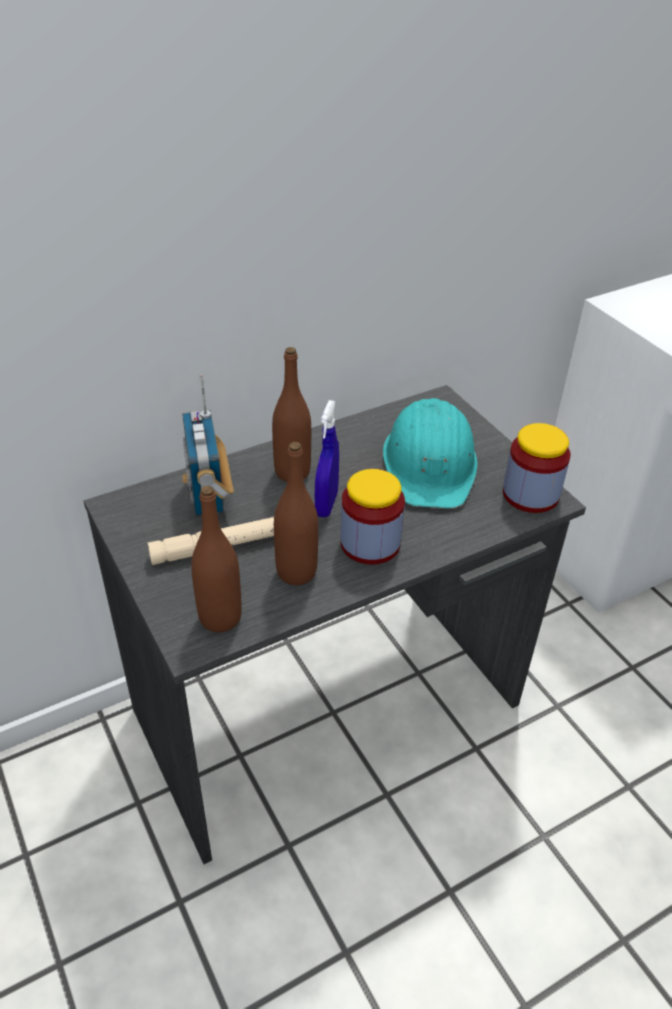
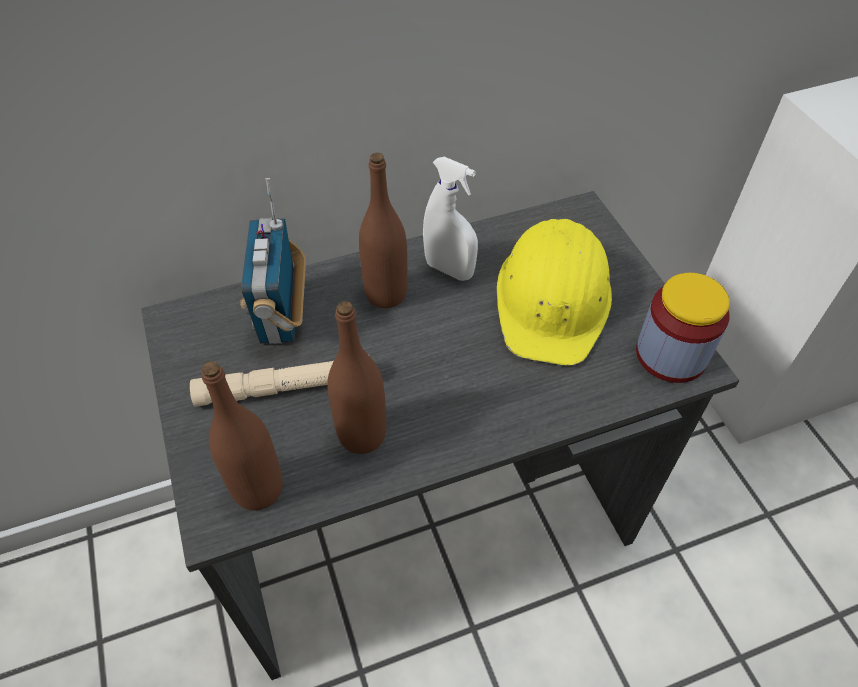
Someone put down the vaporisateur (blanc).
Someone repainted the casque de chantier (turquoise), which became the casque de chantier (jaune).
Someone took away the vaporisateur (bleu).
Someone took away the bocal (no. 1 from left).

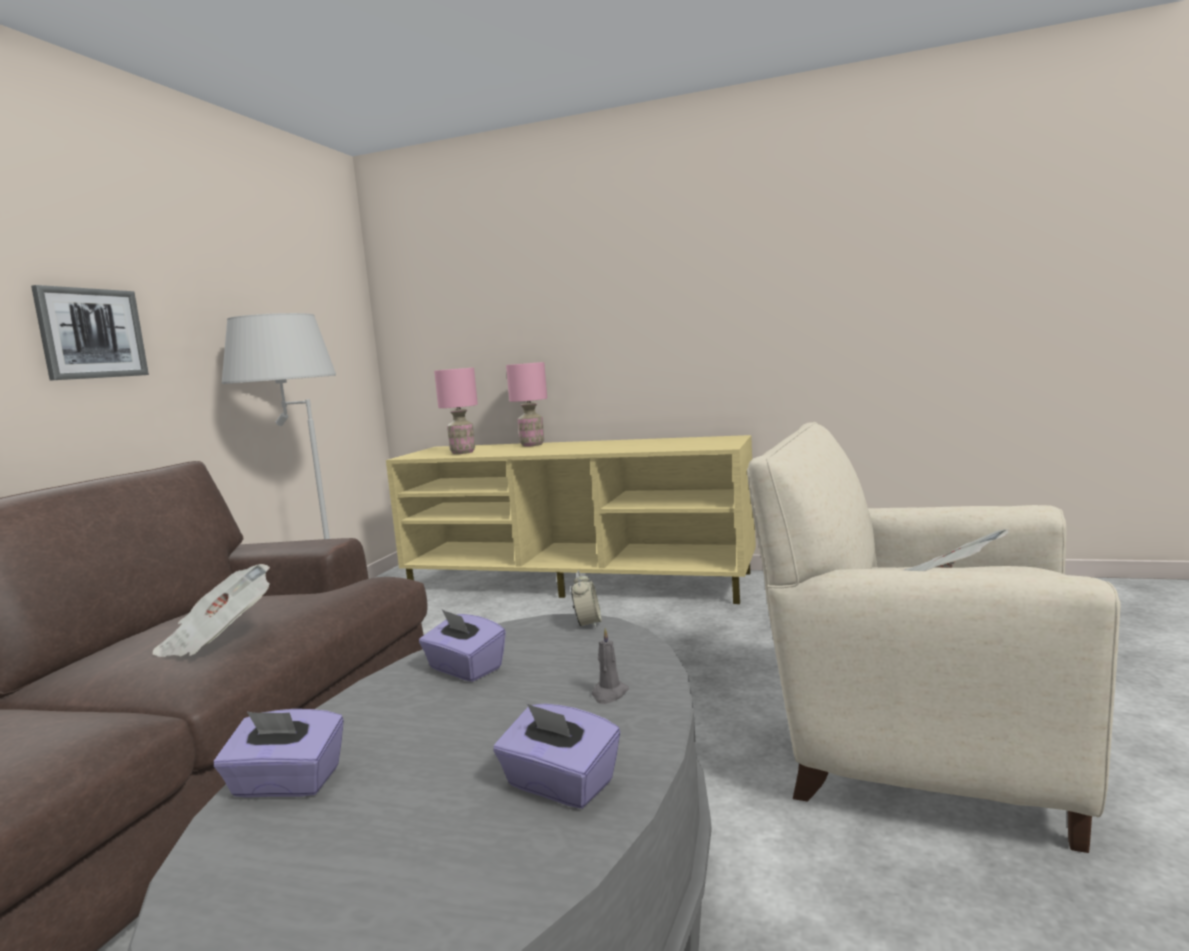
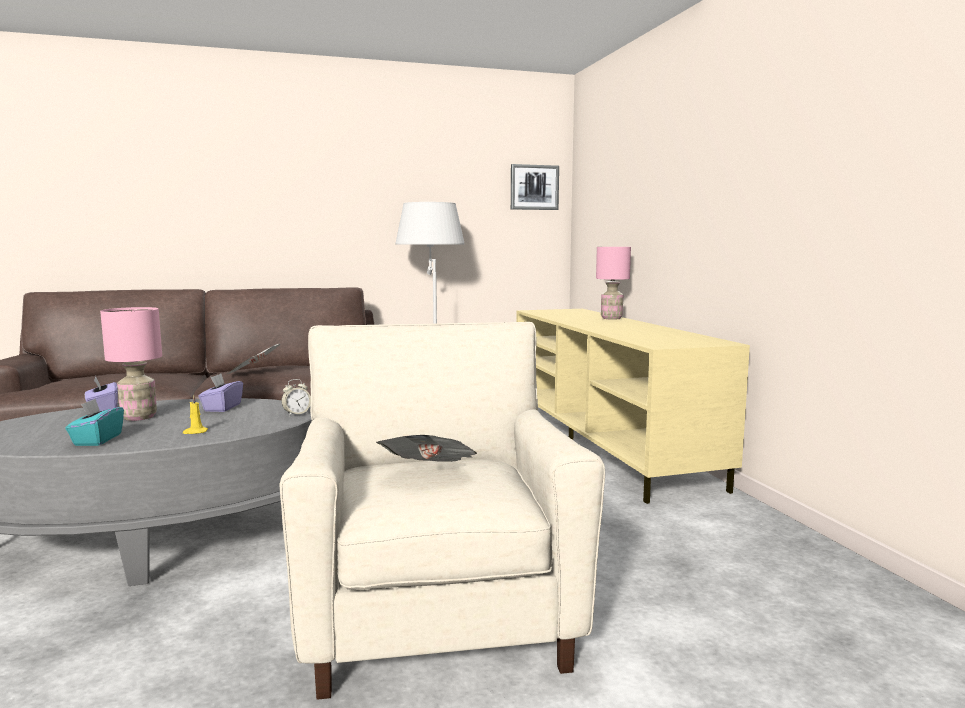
Someone repainted the boîte à mouchoirs (violet) (no. 3 from left), which became the boîte à mouchoirs (turquoise).
Someone carried the lampe de table (rose) (no. 1 from left).
Someone repainted the bougie (gris), which became the bougie (jaune).
Someone carried the tableau.

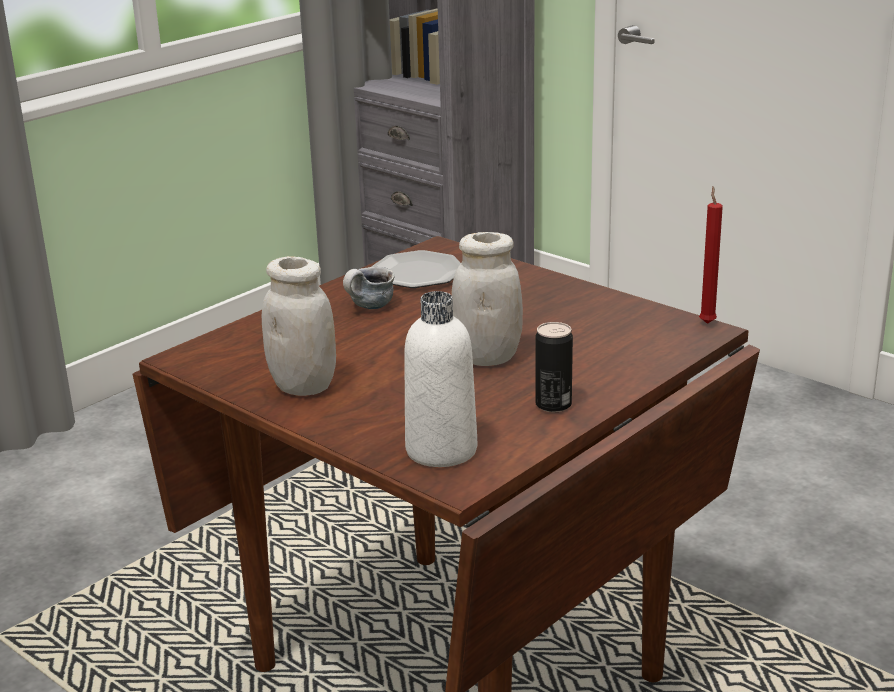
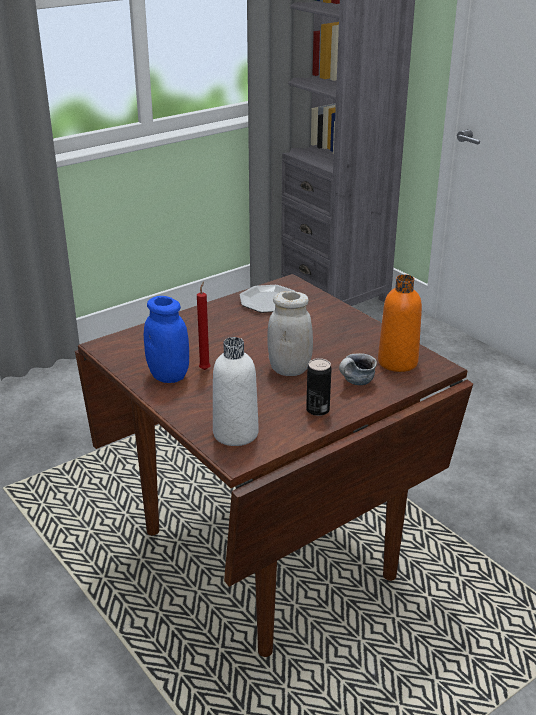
Someone repainted the bocal (blanc) (no. 1 from left), which became the bocal (bleu).
Someone carried the bougie (rouge).
Someone carried the mug.
Someone put down the bouteille (orange).

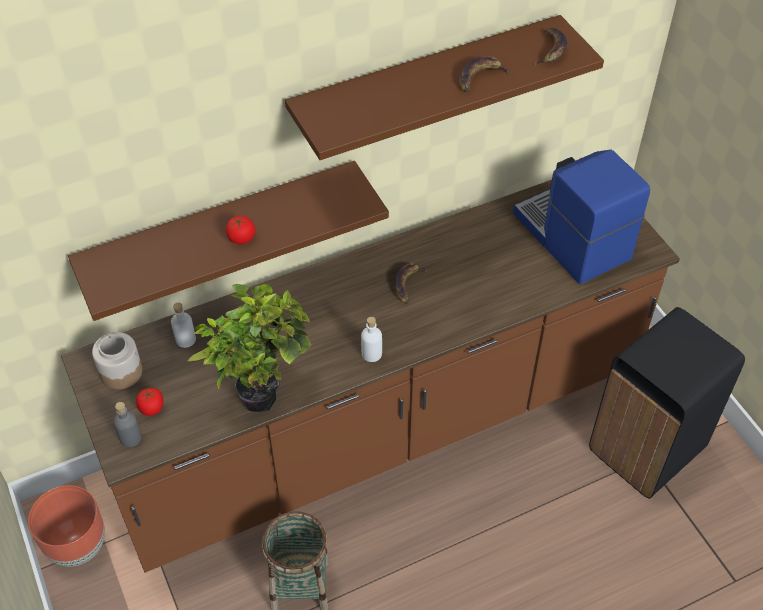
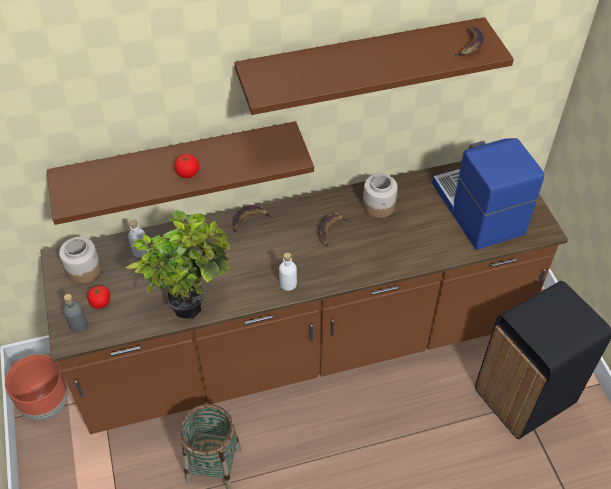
Someone carried the banane (no. 2 from left in the first image).
Someone put down the bocal (no. 2 from left).

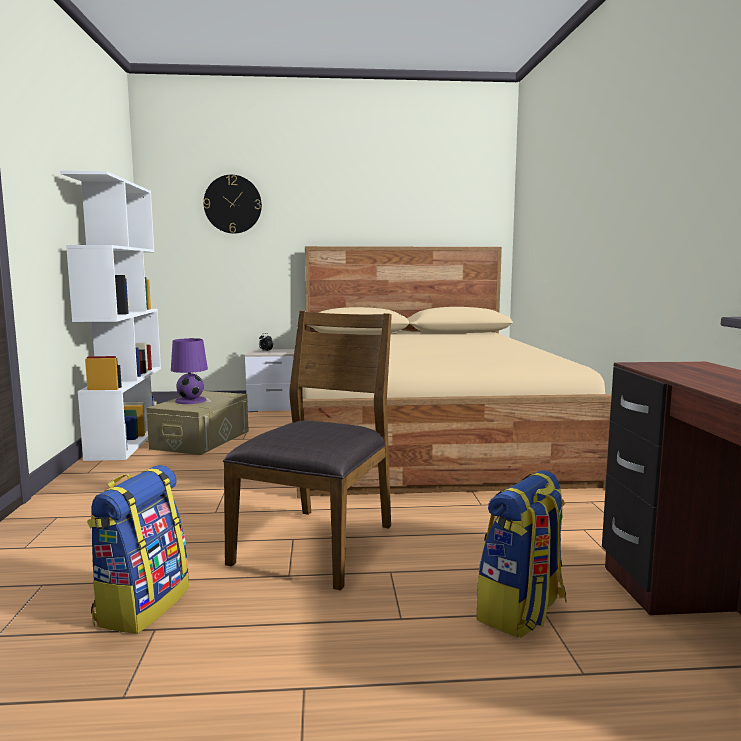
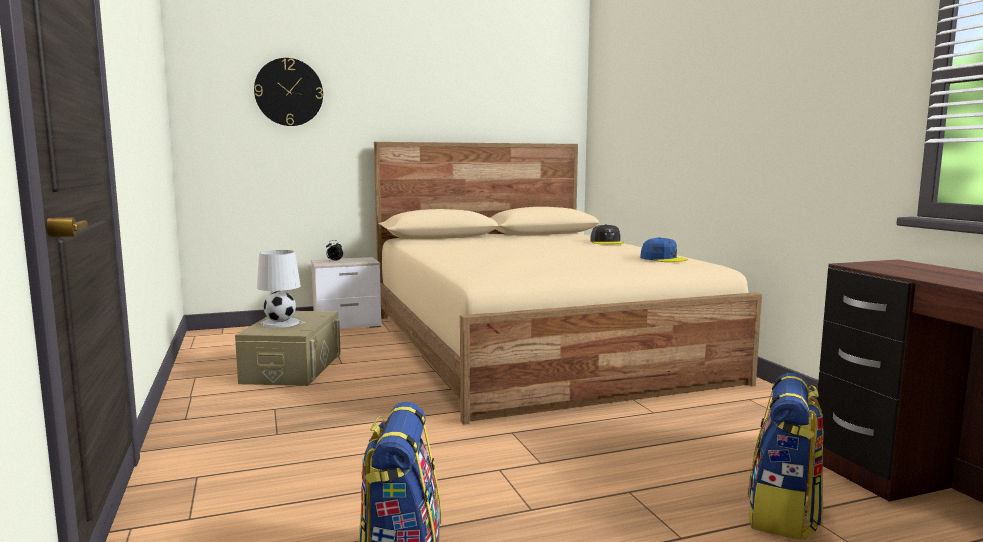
Someone repainted the lampe de table (violet), which became the lampe de table (blanc).
Someone put down the casquette (gris).
Someone put down the casquette (bleu).
Someone took away the bibliothèque (blanc).
Someone took away the chaise (marron).

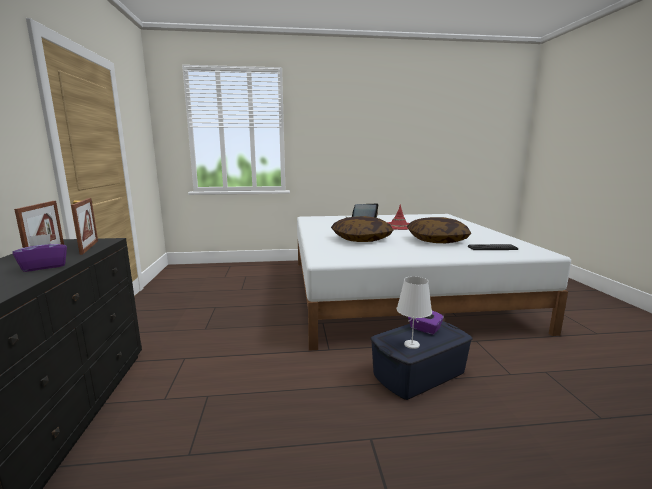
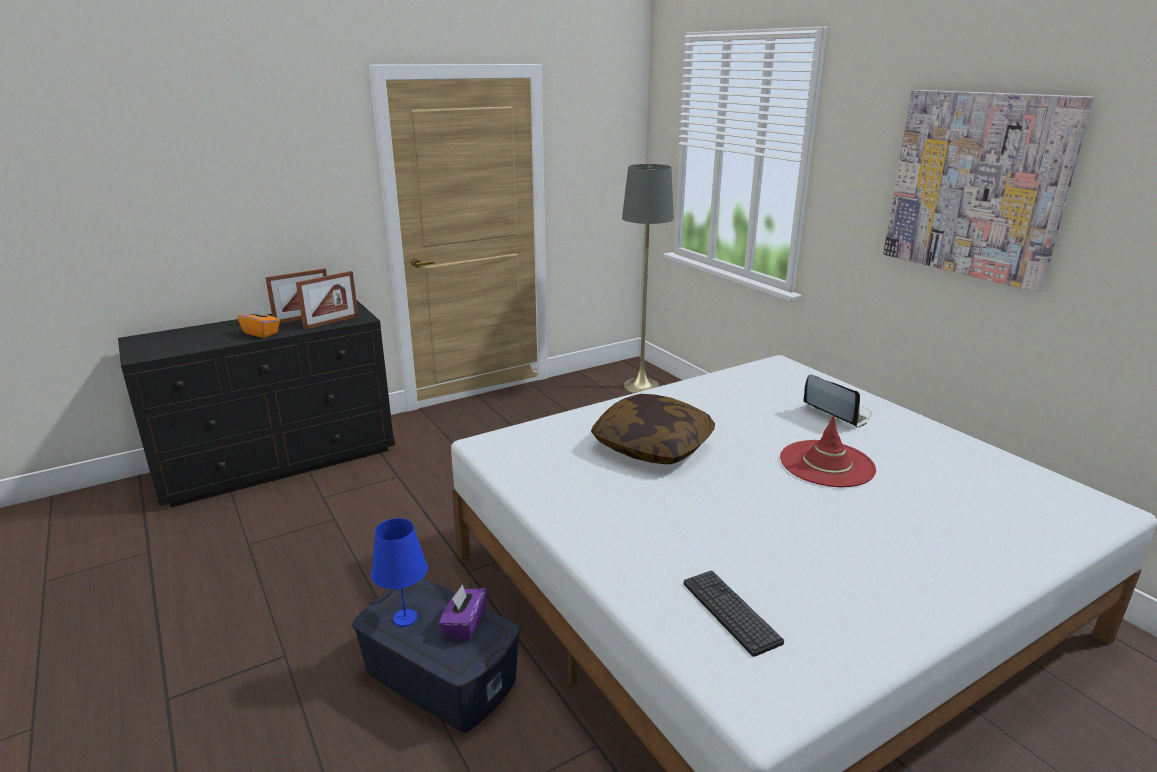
Someone repainted the boîte à mouchoirs (violet) (no. 1 from left), which became the boîte à mouchoirs (orange).
Someone repainted the lampe de table (blanc), which became the lampe de table (bleu).
Someone put down the lampadaire (gris).
Someone put up the tableau.
Someone took away the coussin (no. 2 from left).

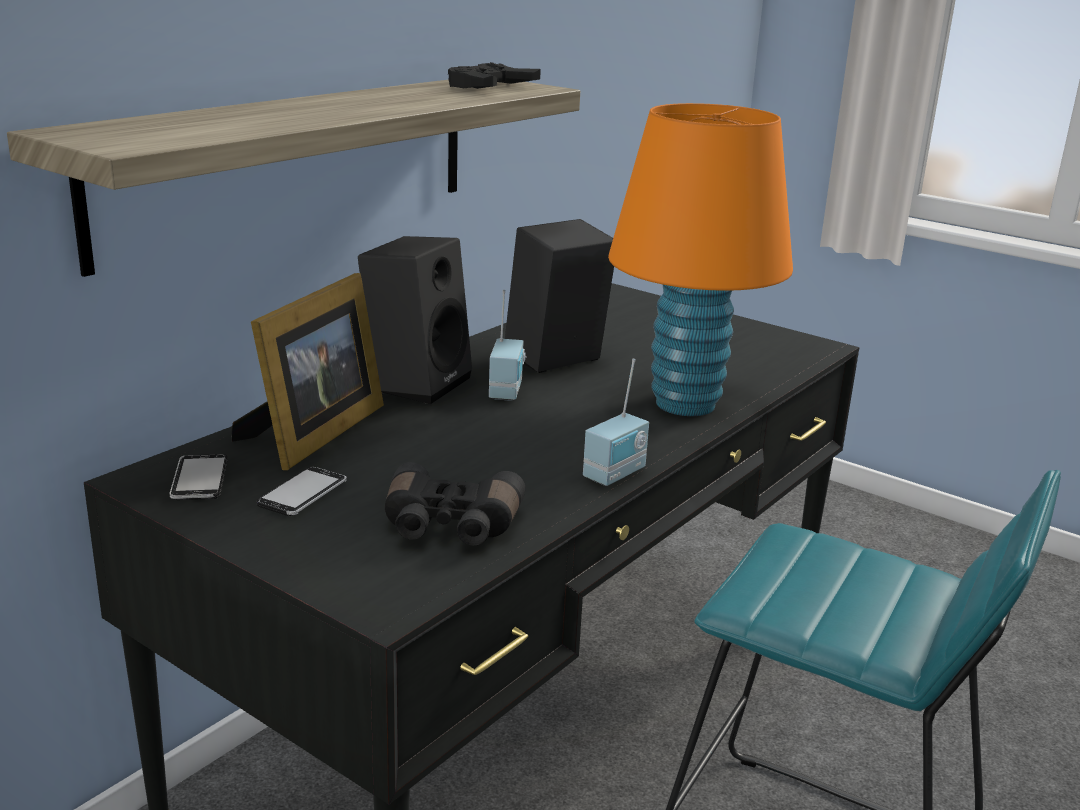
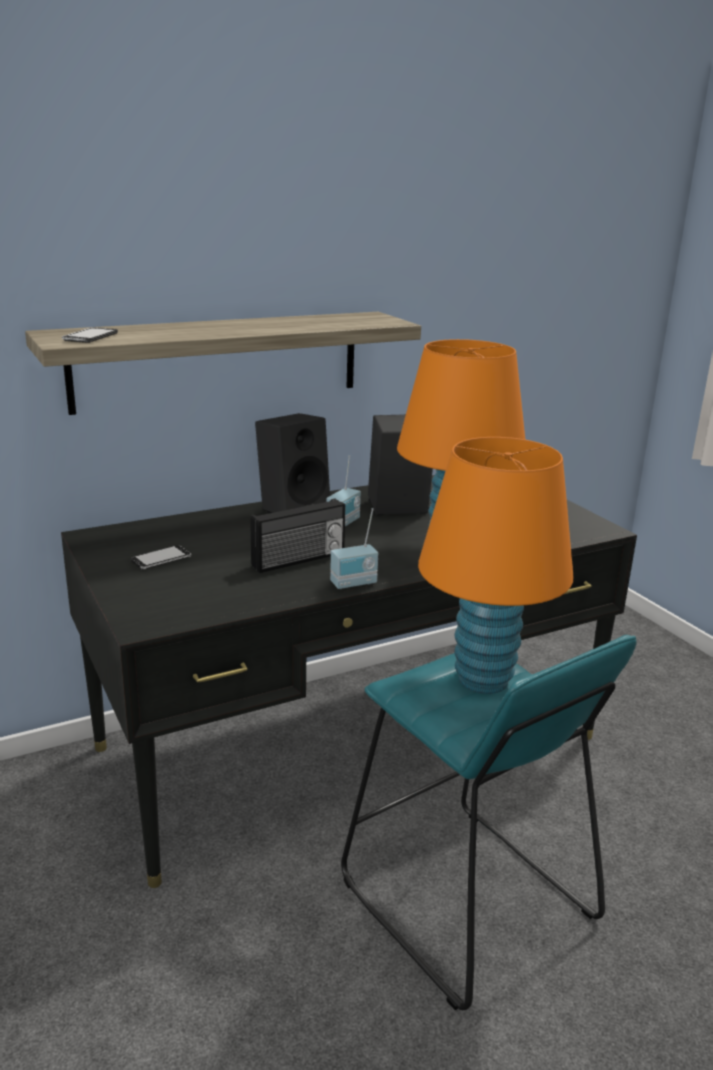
Someone carried the téléphone (no. 1 from left).
Someone put down the radio (no. 1 from left).
Someone put down the lampe de table (orange) (no. 2 from left).
Someone took away the cadre photo.
Someone took away the jumelles (noir).
Someone took away the manette (noir).

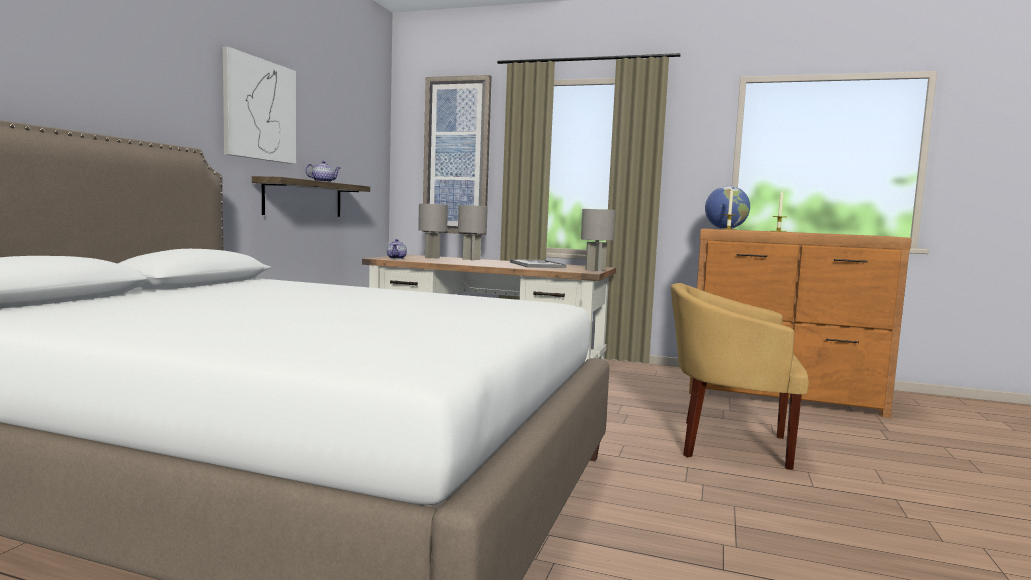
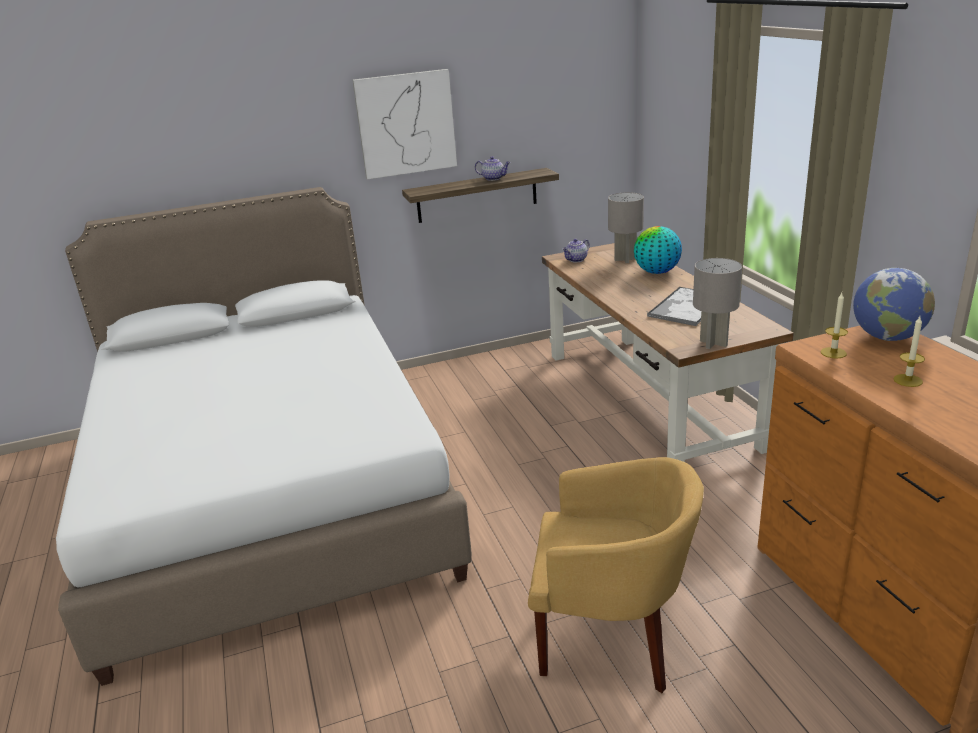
Someone rotated the fauteuil (jaune) by 120 degrees clockwise.
Someone swapped the lampe de table (gris) (no. 2 from left) for the globe (no. 1 from left).
Someone took away the tableau (no. 2 from left).

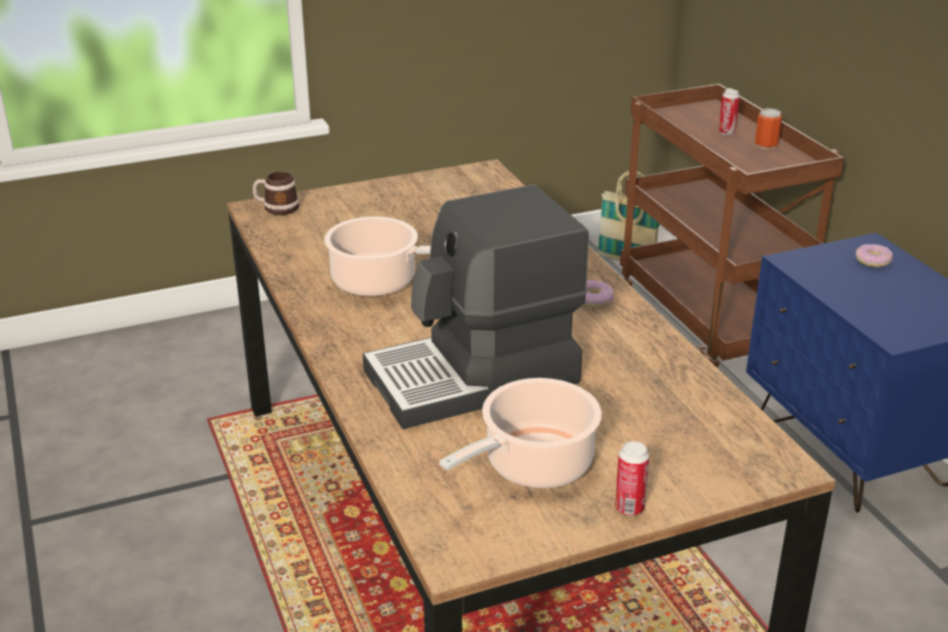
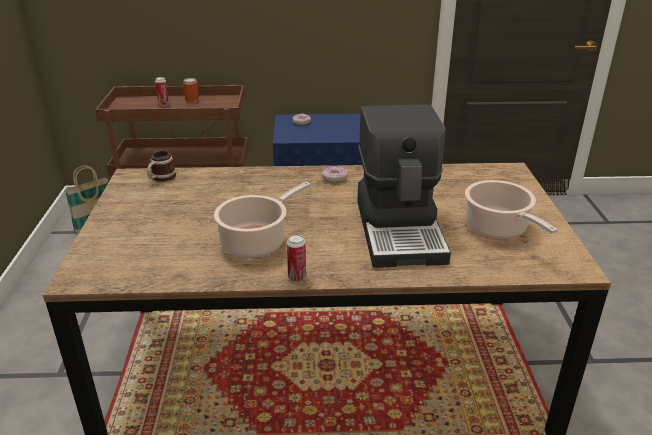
Someone carried the mug.
Someone carried the boîte métallique (no. 1 from left in the first image).

